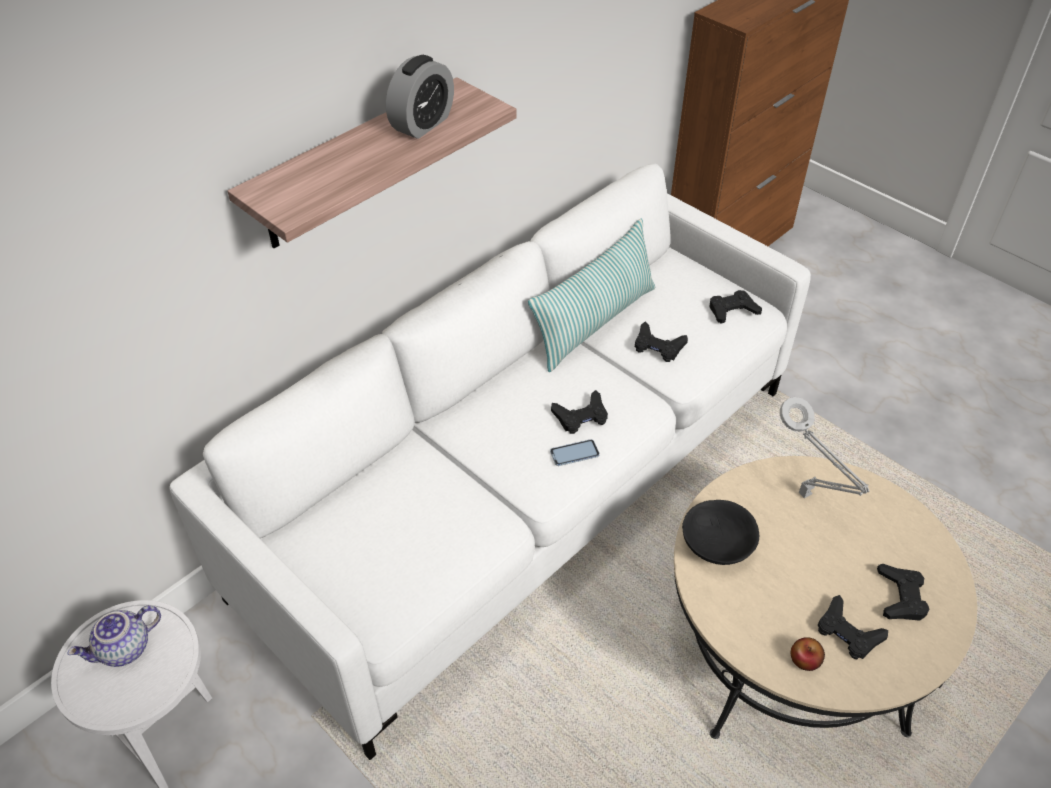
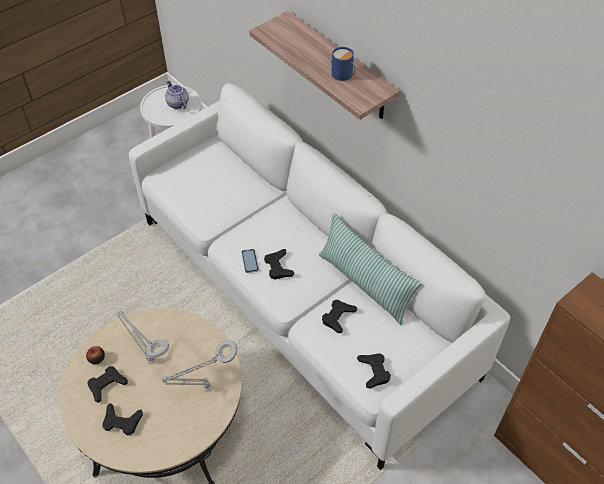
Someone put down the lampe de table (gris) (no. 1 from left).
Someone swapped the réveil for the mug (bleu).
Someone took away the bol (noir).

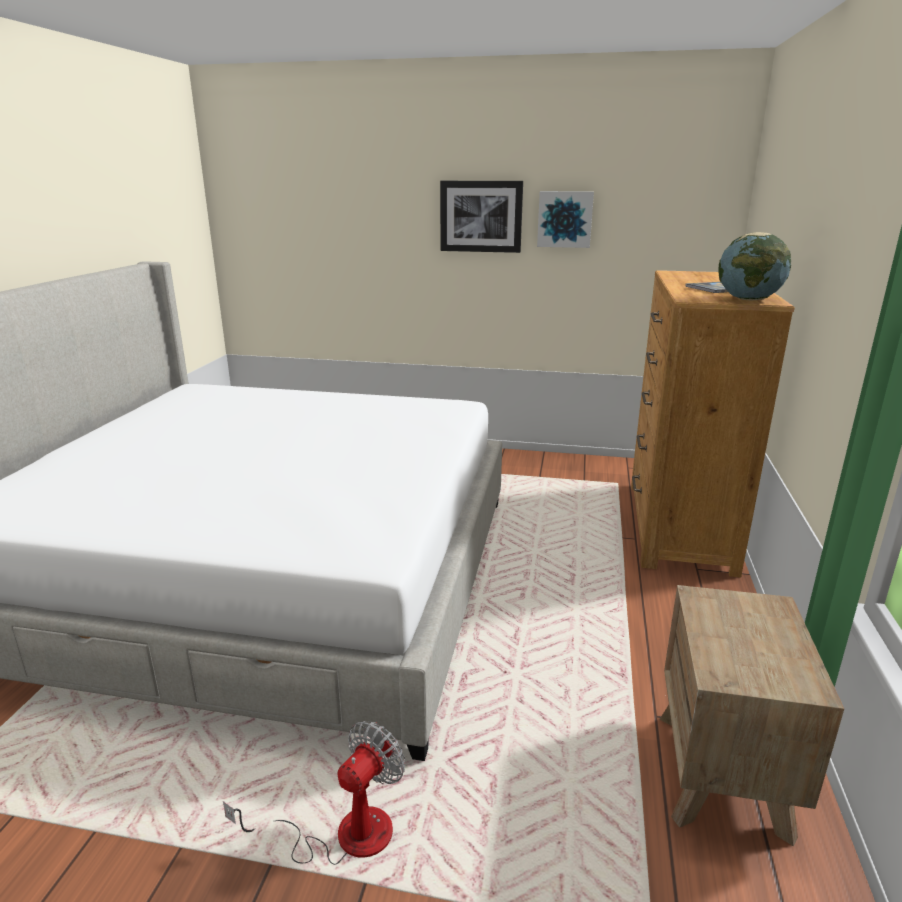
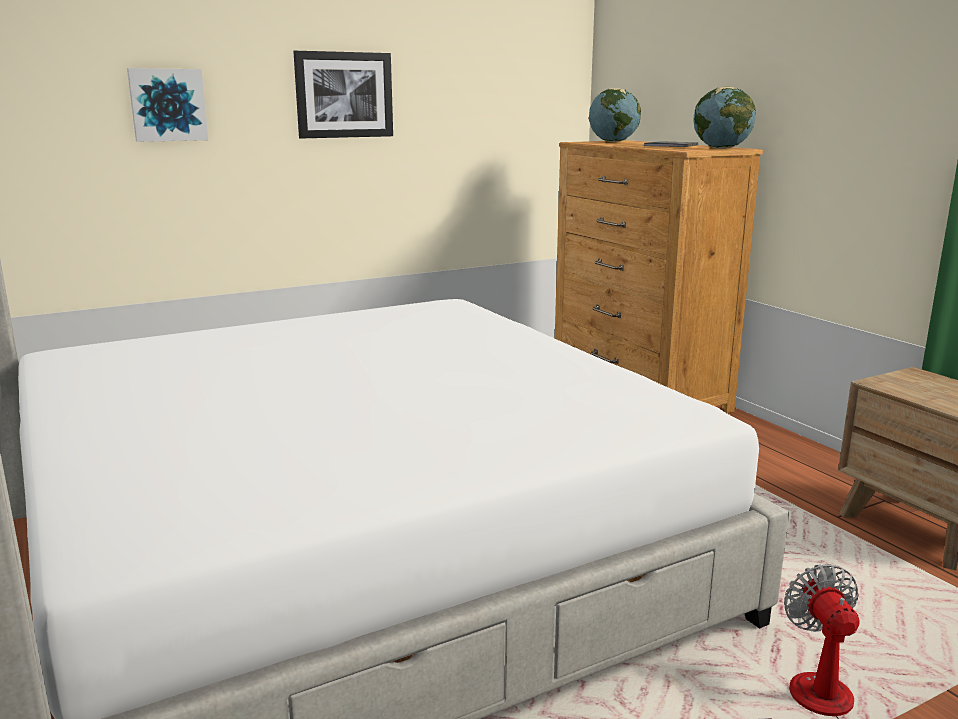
Someone carried the tableau (no. 2 from left in the first image).
Someone put down the globe (no. 1 from left).

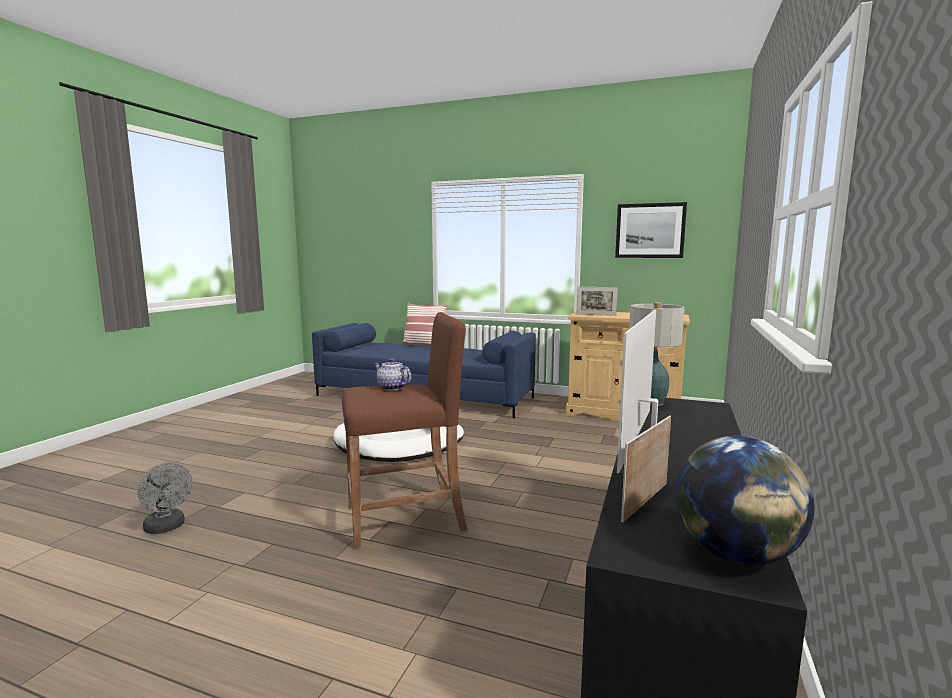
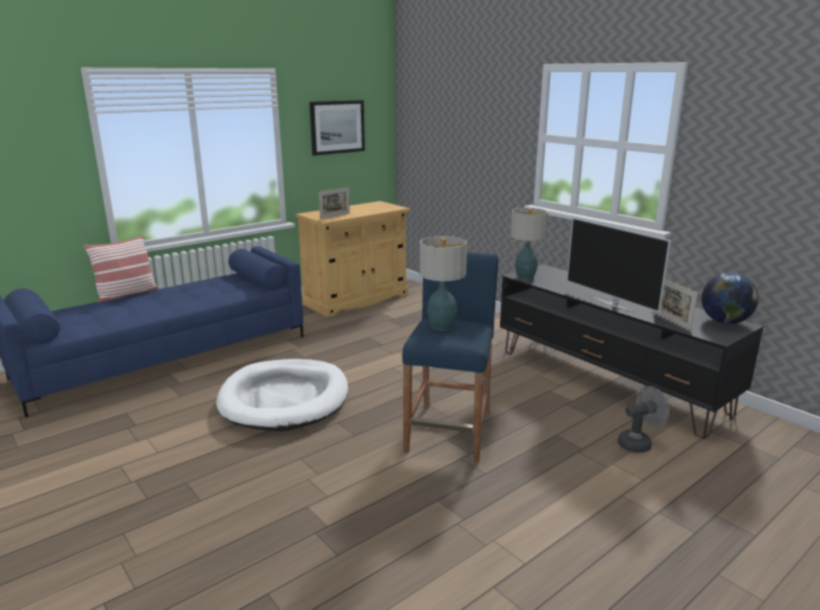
Someone repainted the tabouret (marron), which became the tabouret (bleu).
Someone swapped the théière for the lampe de table (no. 1 from left).
Someone carried the ventilateur (gris).

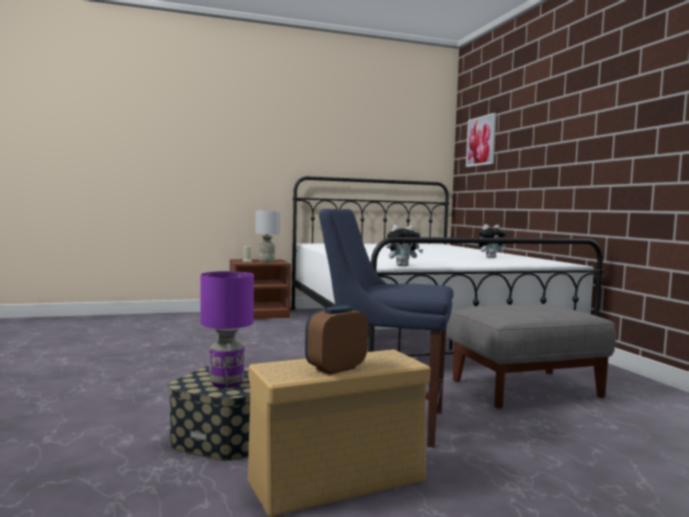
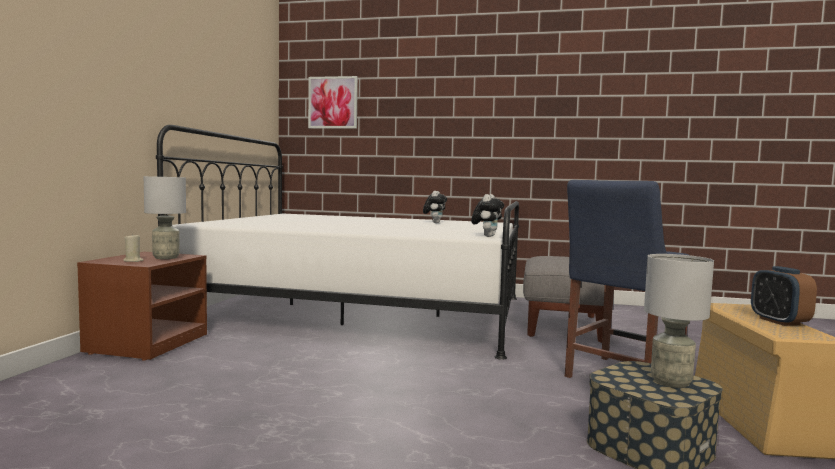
Someone repainted the lampe de table (violet), which became the lampe de table (gris) (no. 2 from left).

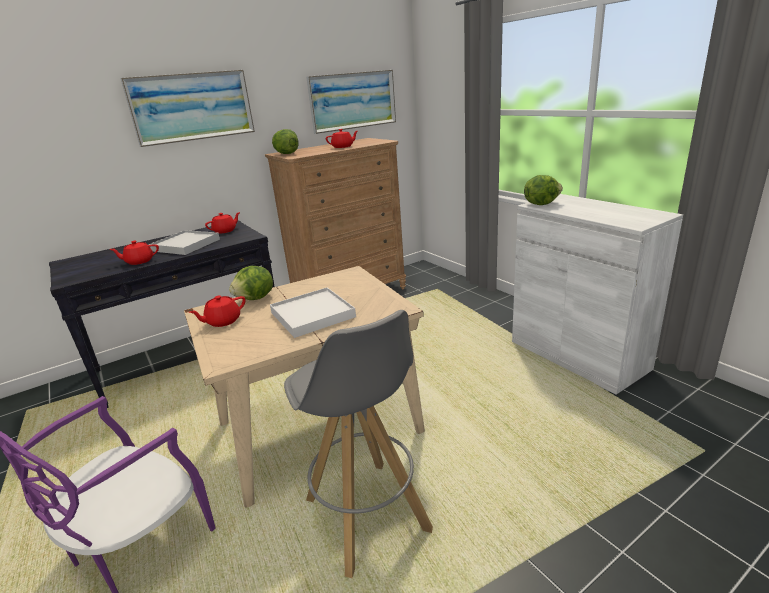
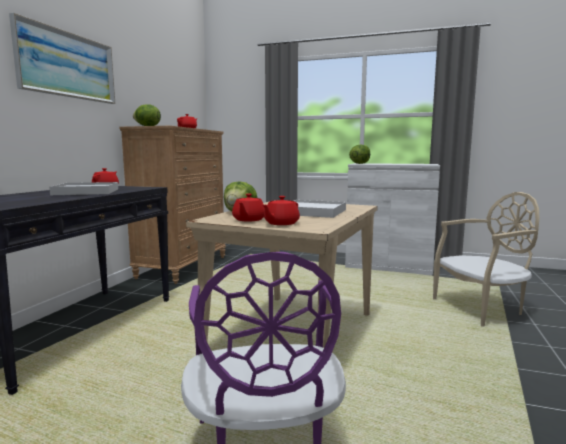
Someone carried the théière (rouge) (no. 1 from left in the first image).
Someone put down the chaise (beige).
Someone took away the tabouret (gris).
Someone took away the tableau (no. 2 from left).

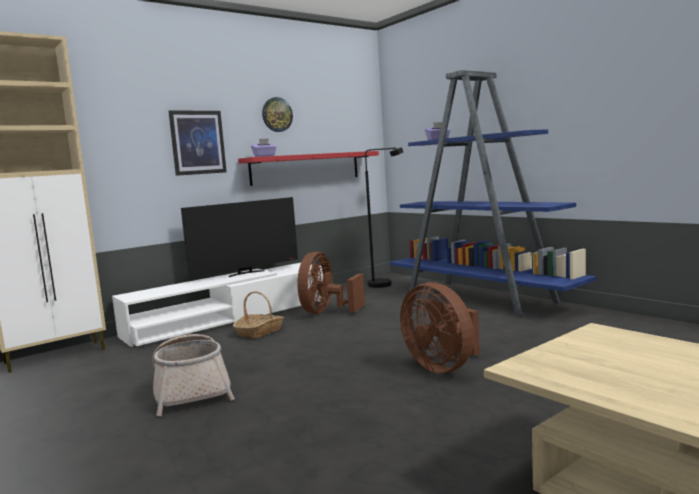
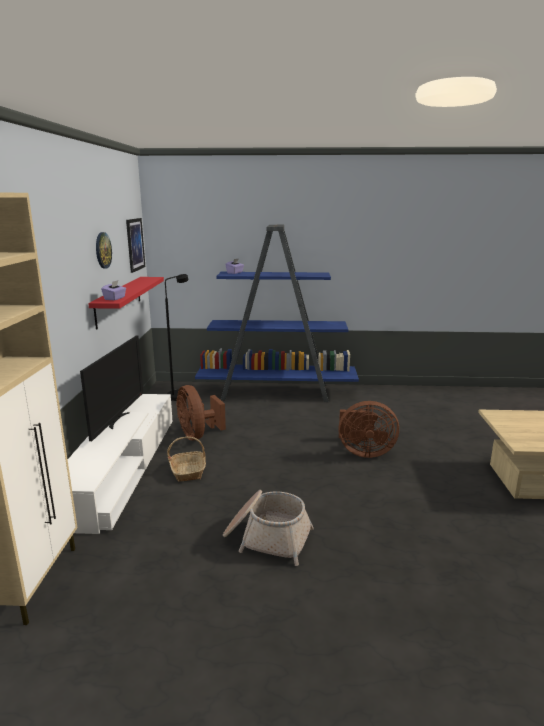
Someone carried the tableau.

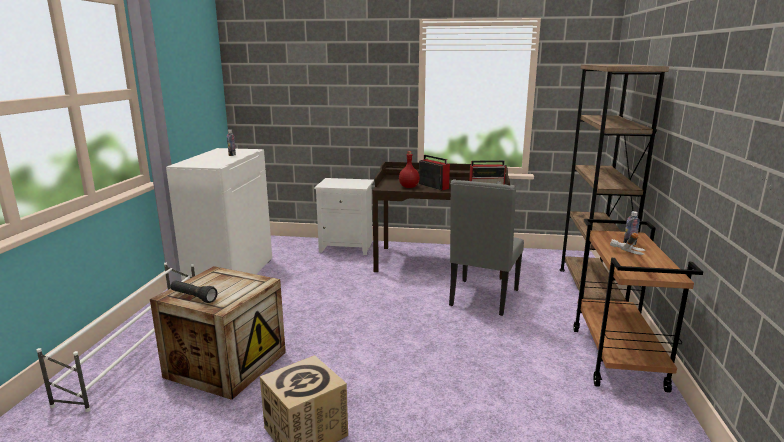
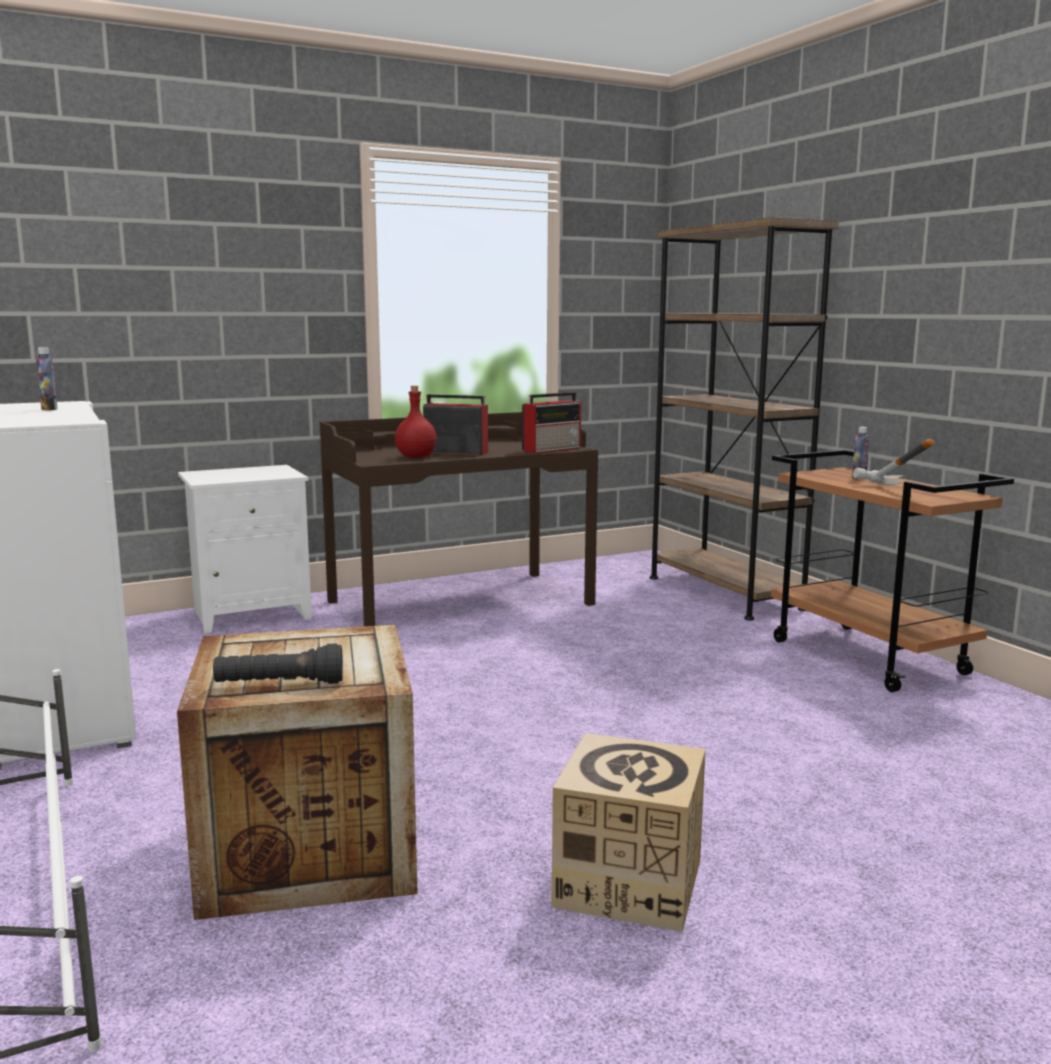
Someone took away the chaise (gris).

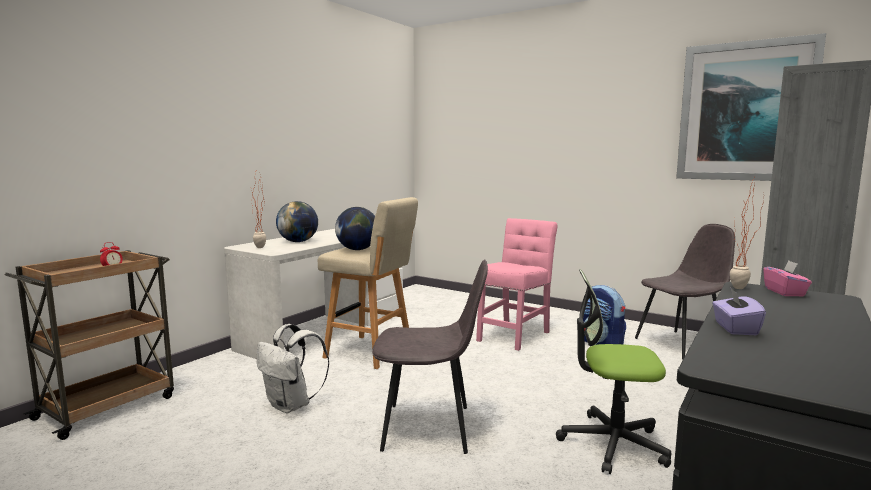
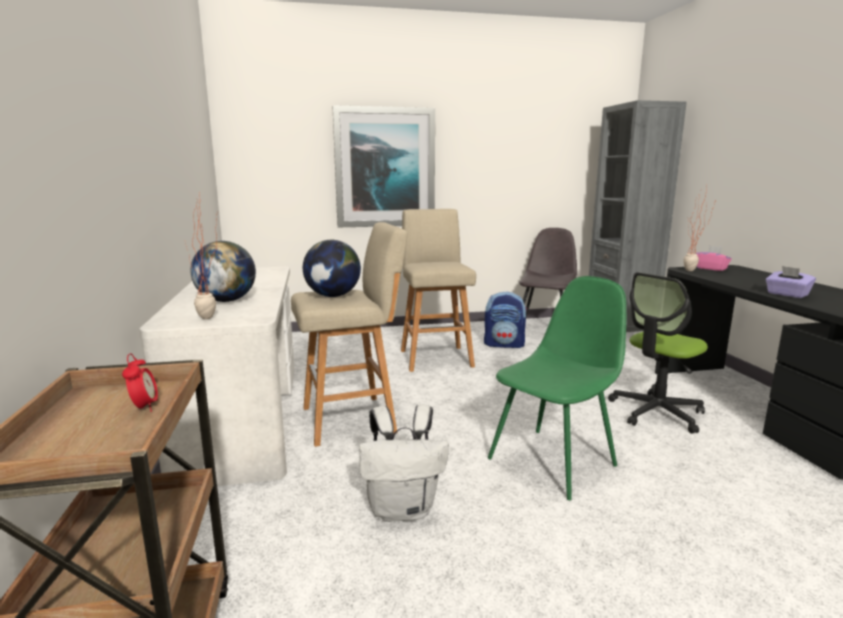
Someone carried the tableau.
Someone swapped the chaise (rose) for the tabouret (beige) (no. 2 from left).
Someone repainted the chaise (gris) (no. 1 from left), which became the chaise (vert).

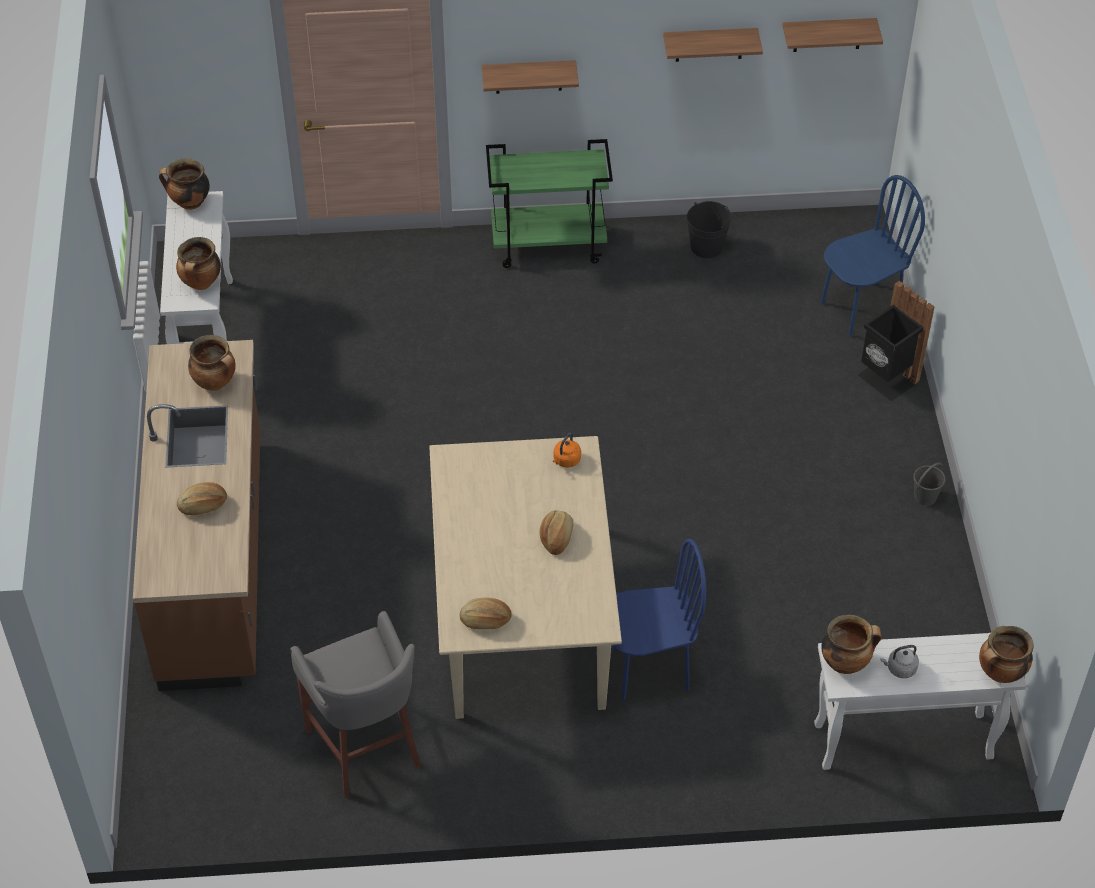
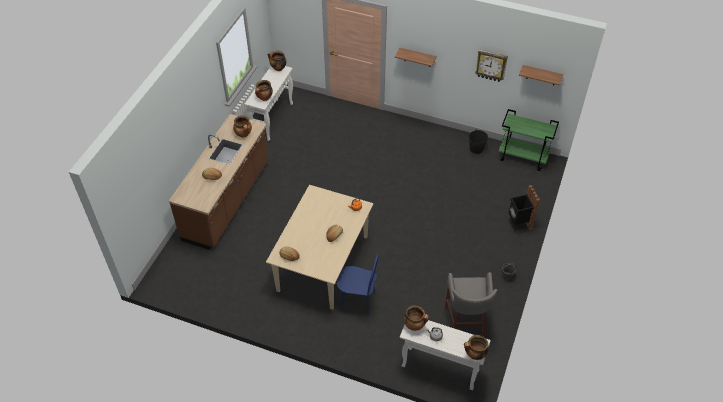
Someone carried the tabouret (gris).
Someone swapped the étagère (no. 2 from left) for the horloge murale.
Someone carried the chariot (vert).
Someone took away the chaise (bleu) (no. 2 from left).

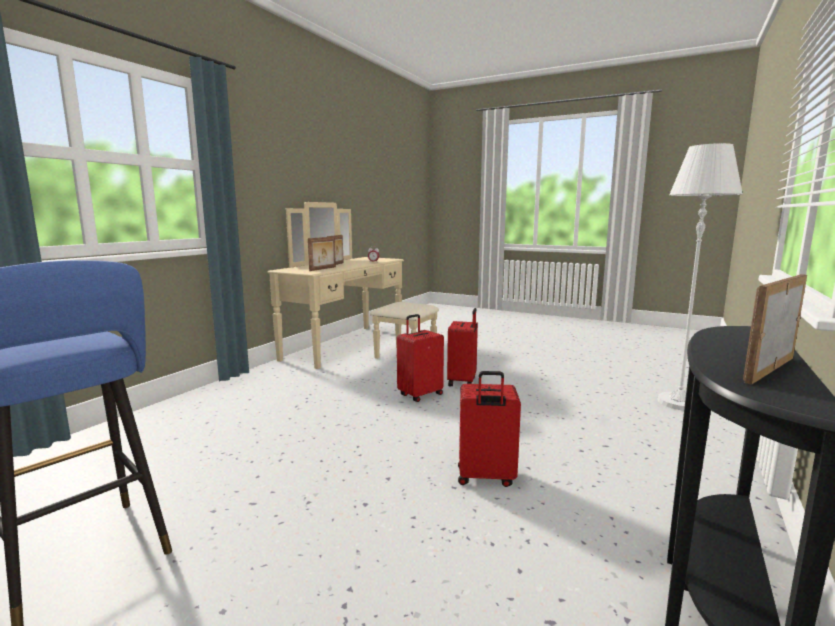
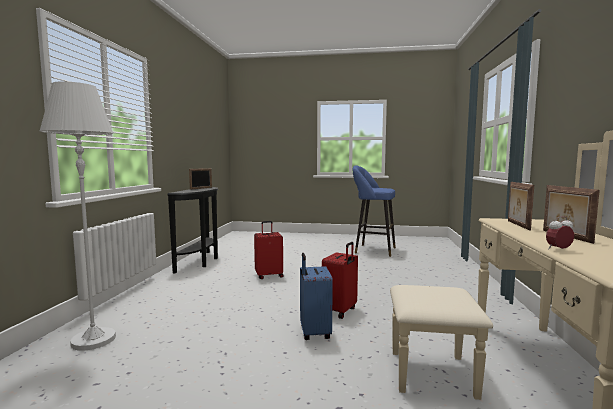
Someone repainted the valise (rouge) (no. 2 from left), which became the valise (bleu).

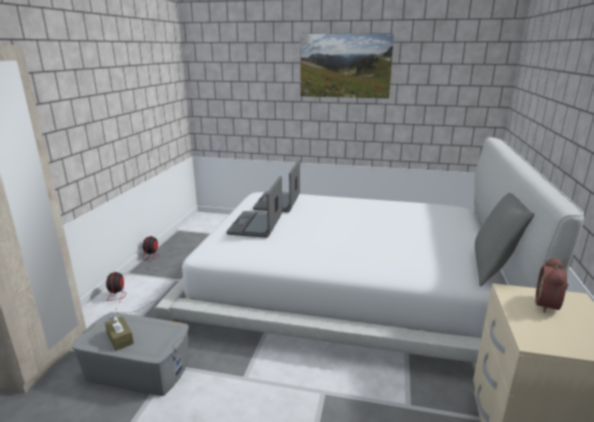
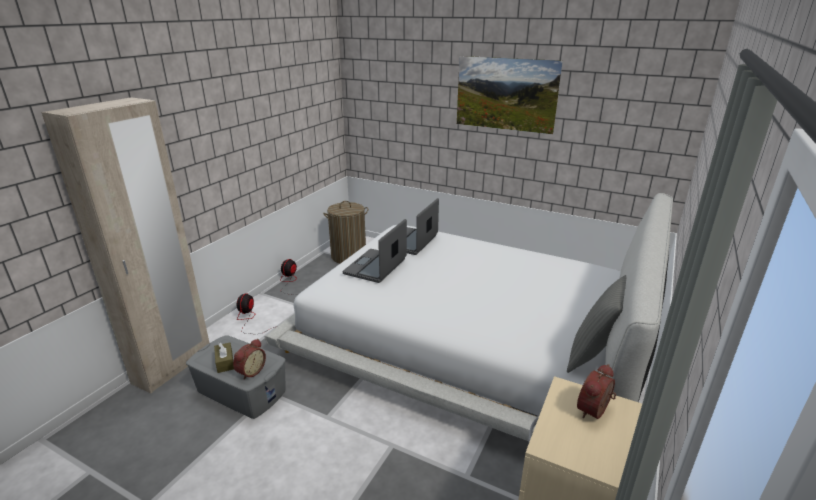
Someone put down the réveil (no. 1 from left).
Someone put down the panier à linge.

